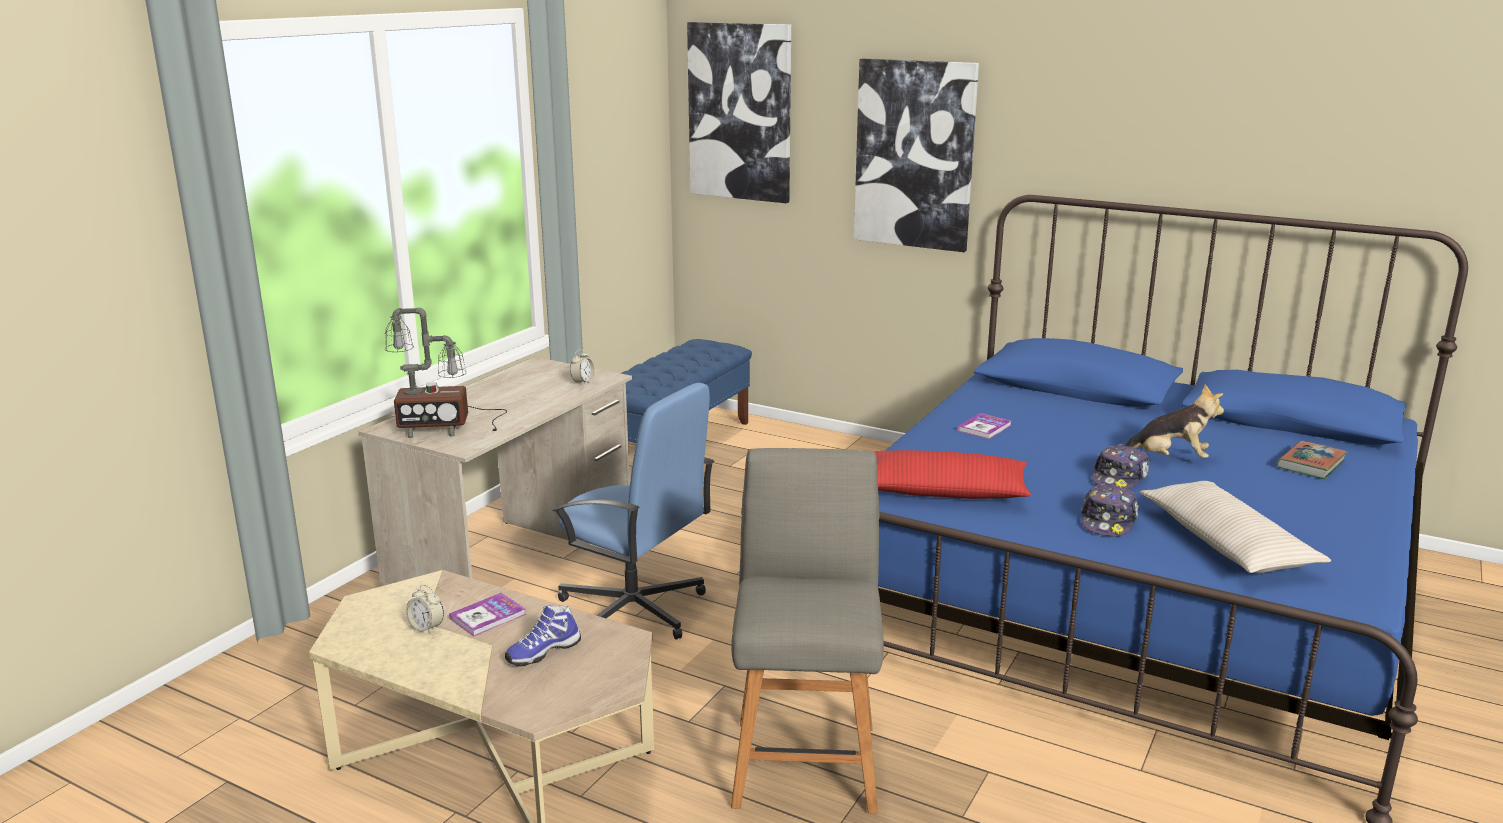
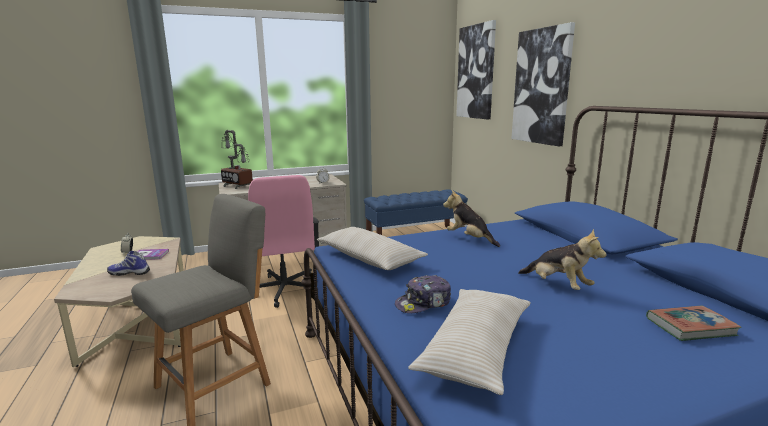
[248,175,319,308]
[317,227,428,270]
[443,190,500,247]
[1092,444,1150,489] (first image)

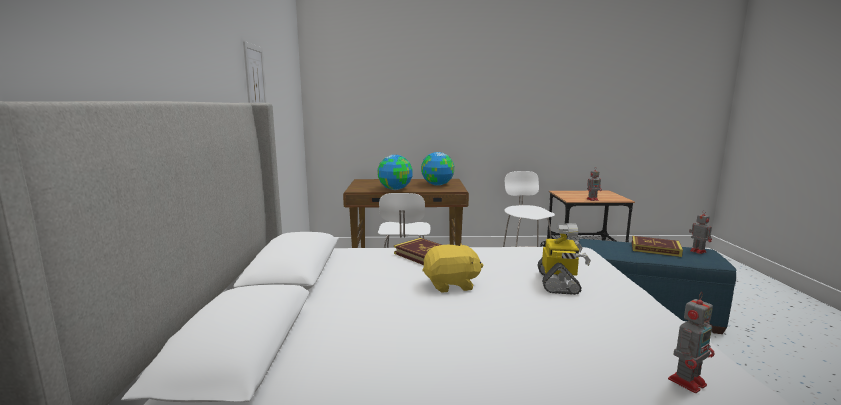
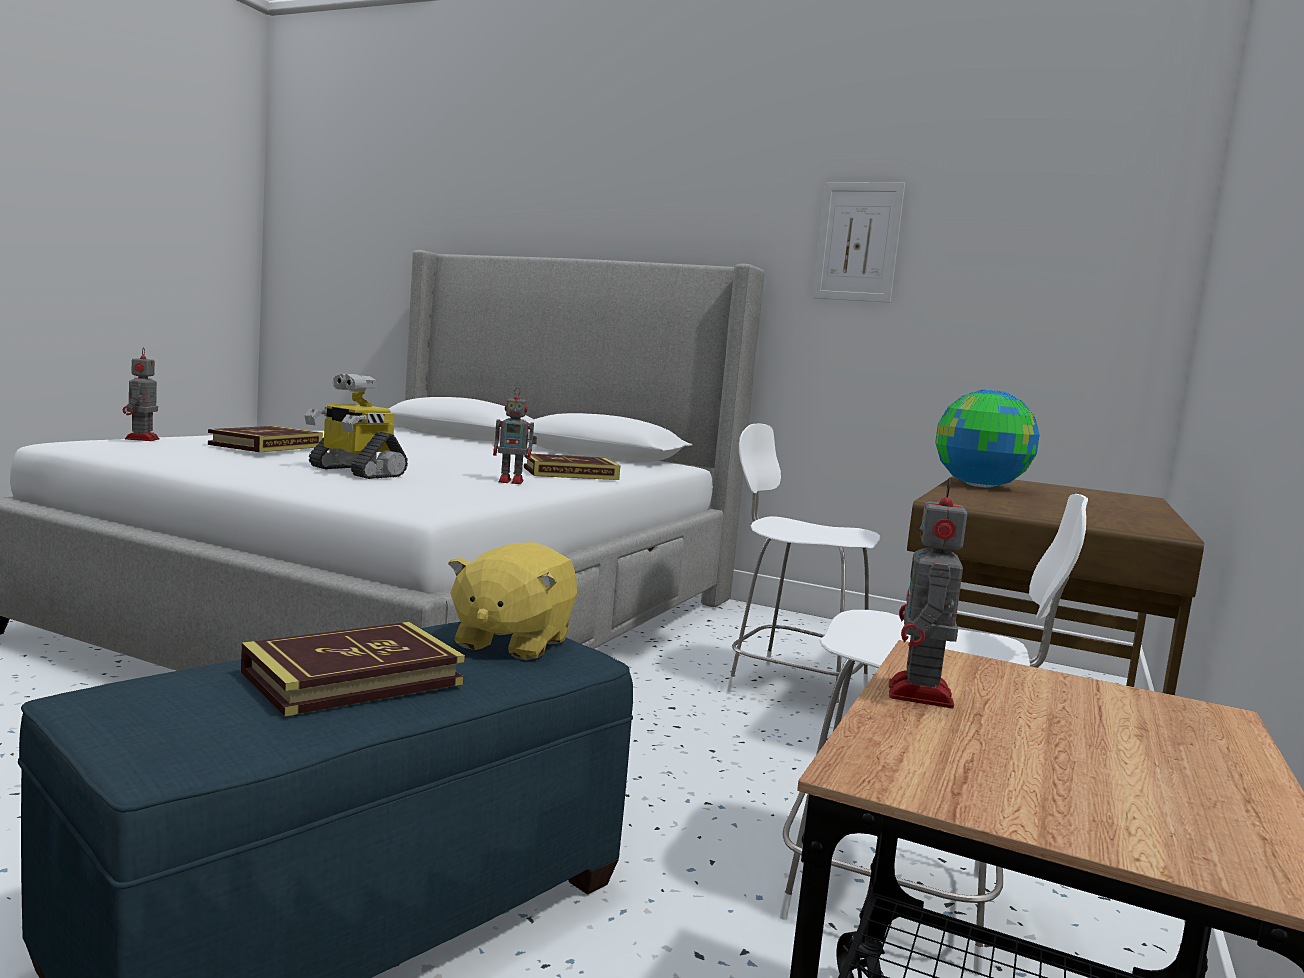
[208,426,323,452]
[448,542,577,660]
[493,387,537,484]
[421,152,454,186] (first image)

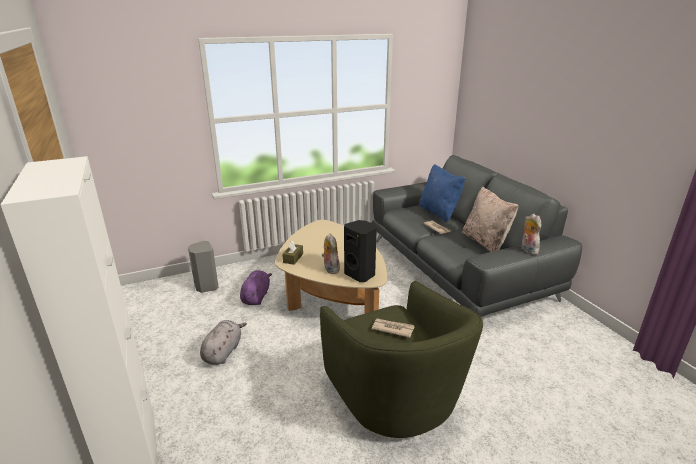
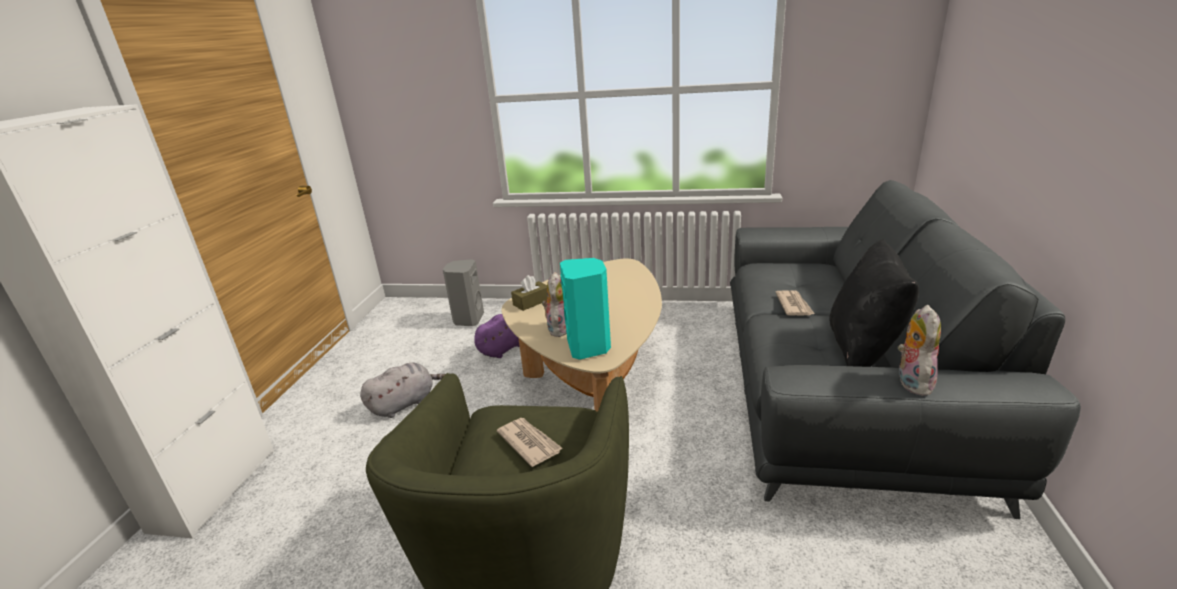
[560,258,611,360]
[829,239,919,367]
[419,164,465,223] (first image)

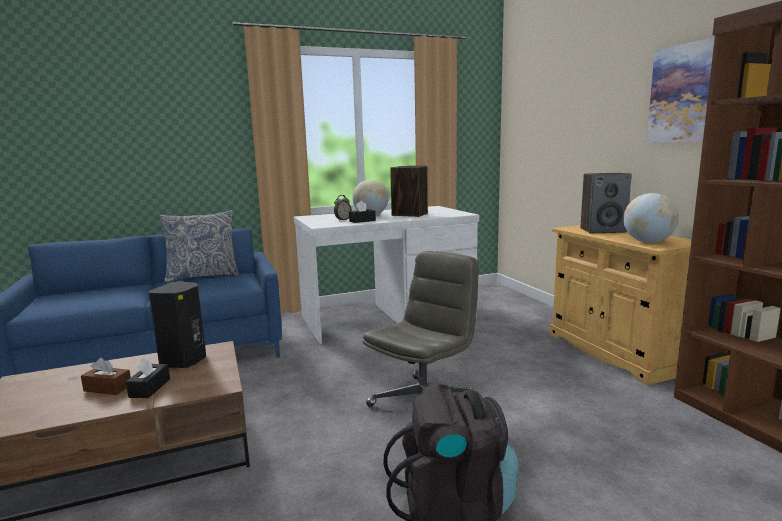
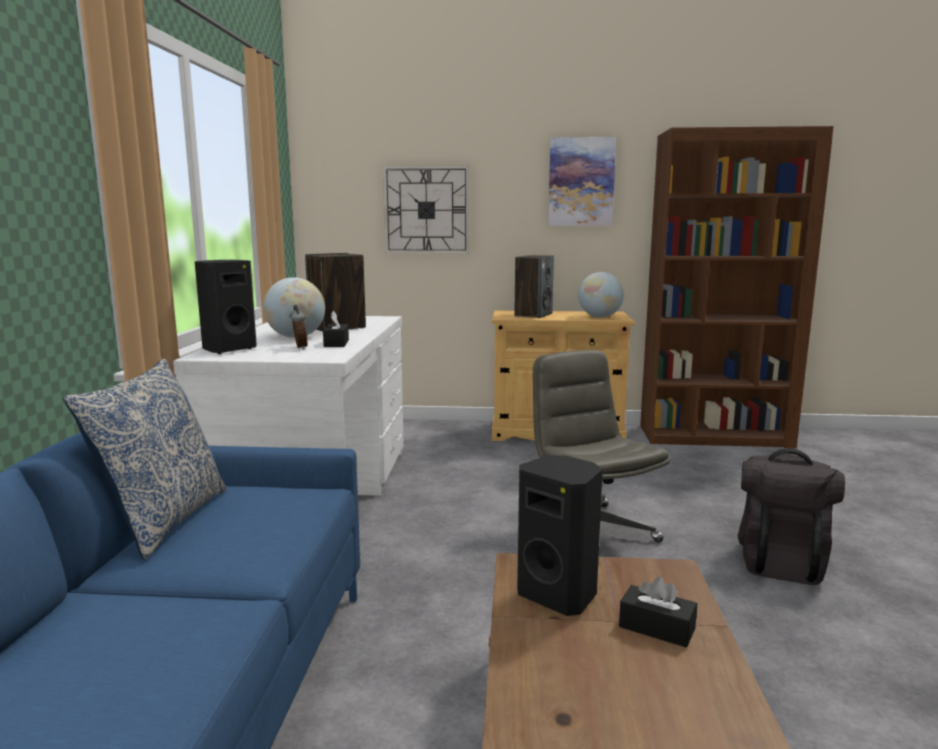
[195,260,257,354]
[383,165,469,254]
[81,358,131,395] (first image)

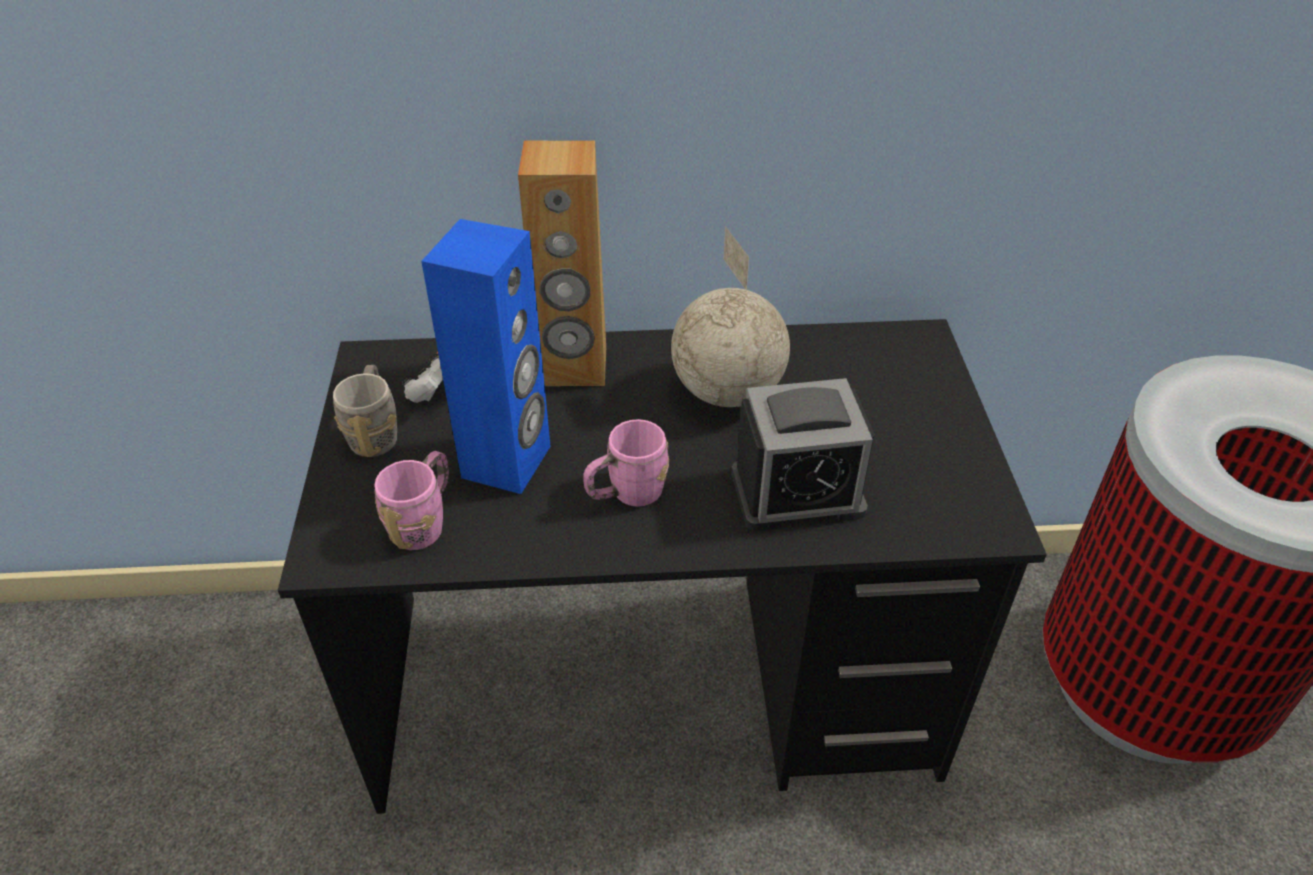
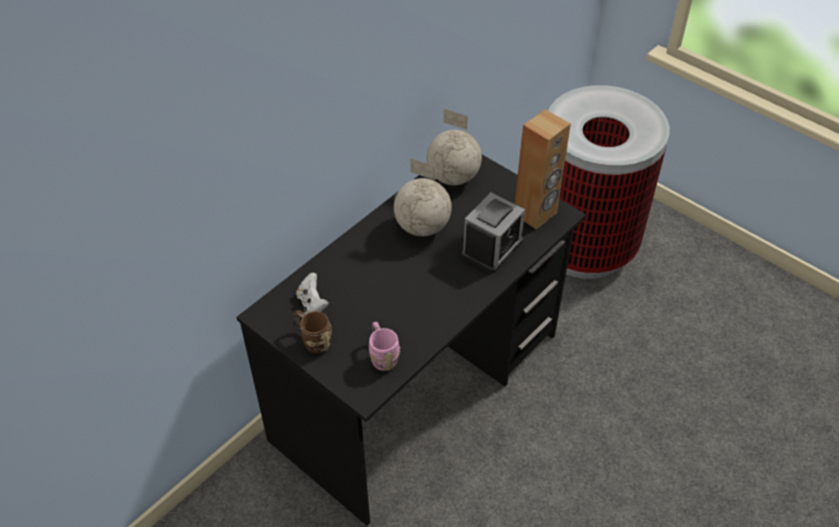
[294,310,332,353]
[427,109,482,185]
[515,109,571,229]
[421,219,551,494] (first image)
[583,419,669,507] (first image)

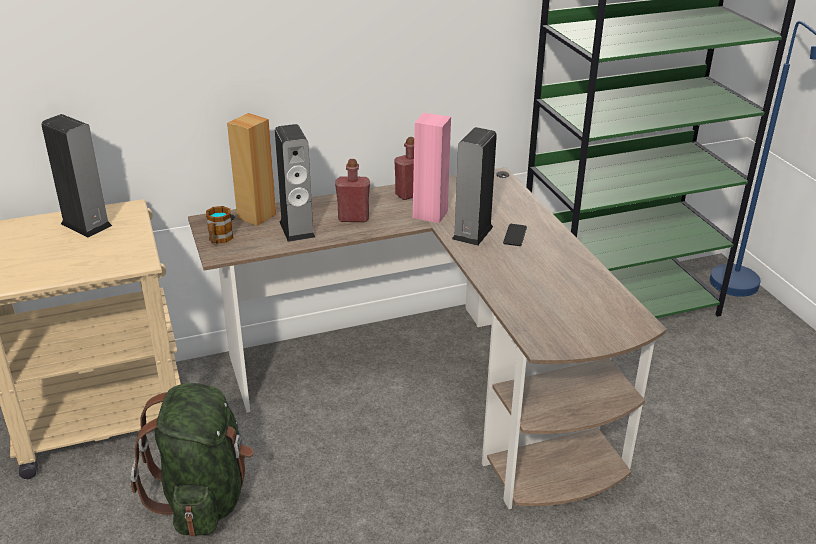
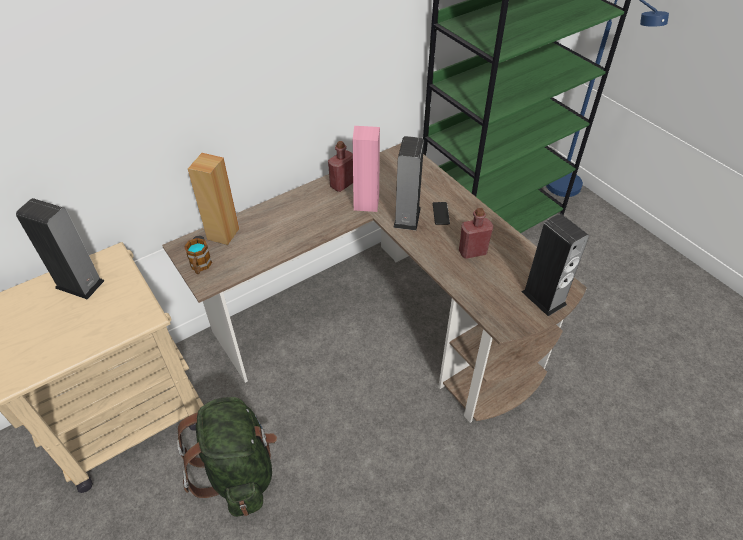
[459,208,493,259]
[521,213,589,316]

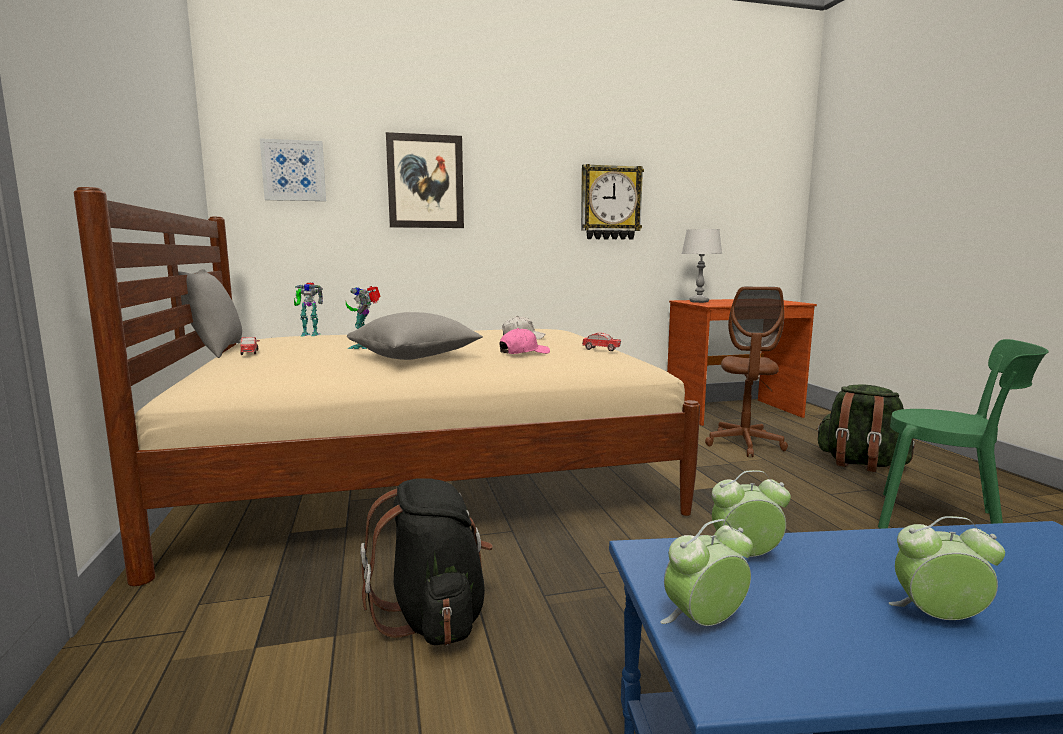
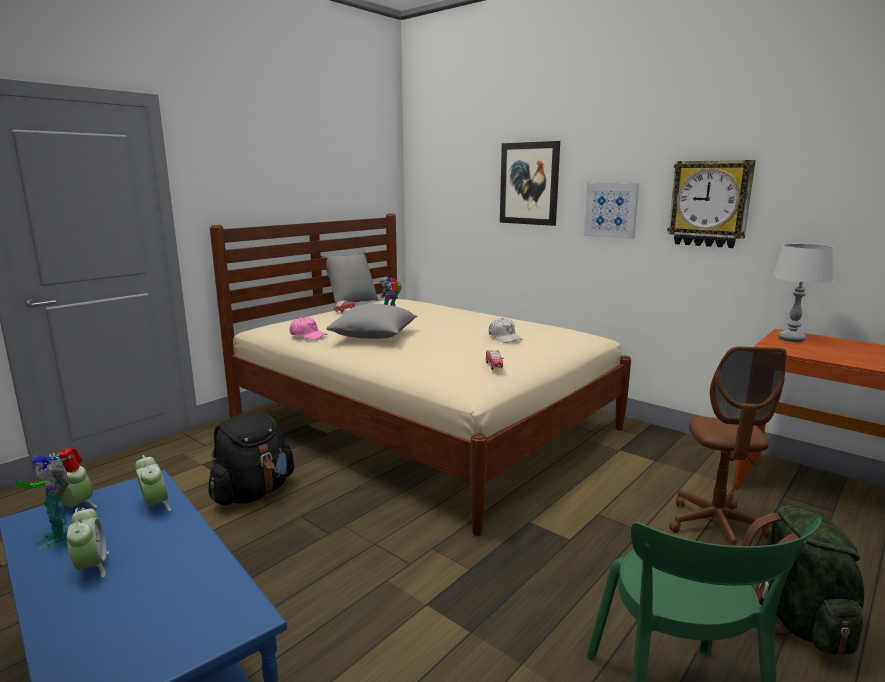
[15,448,82,550]
[290,317,327,340]
[584,183,639,239]
[669,347,787,546]

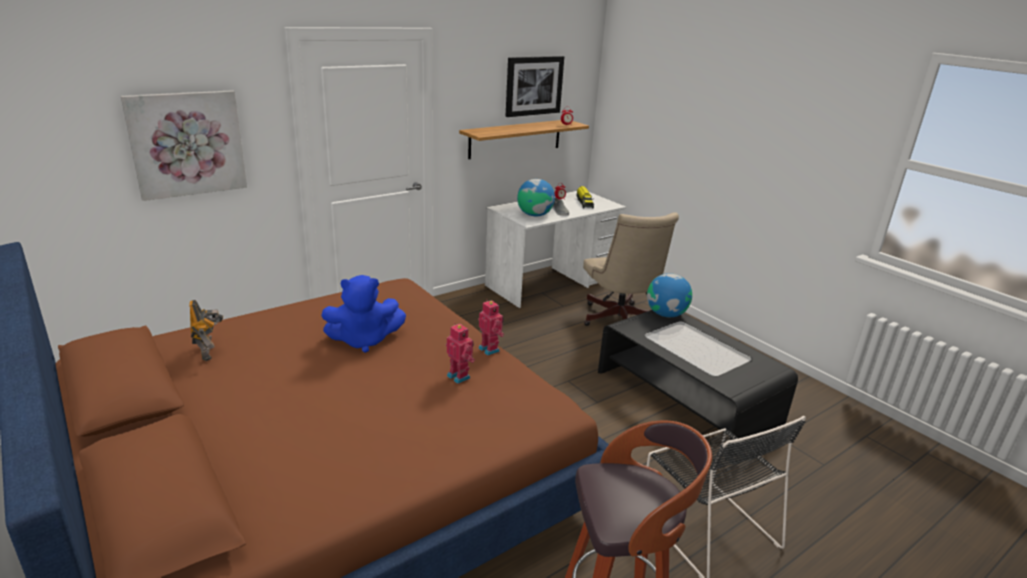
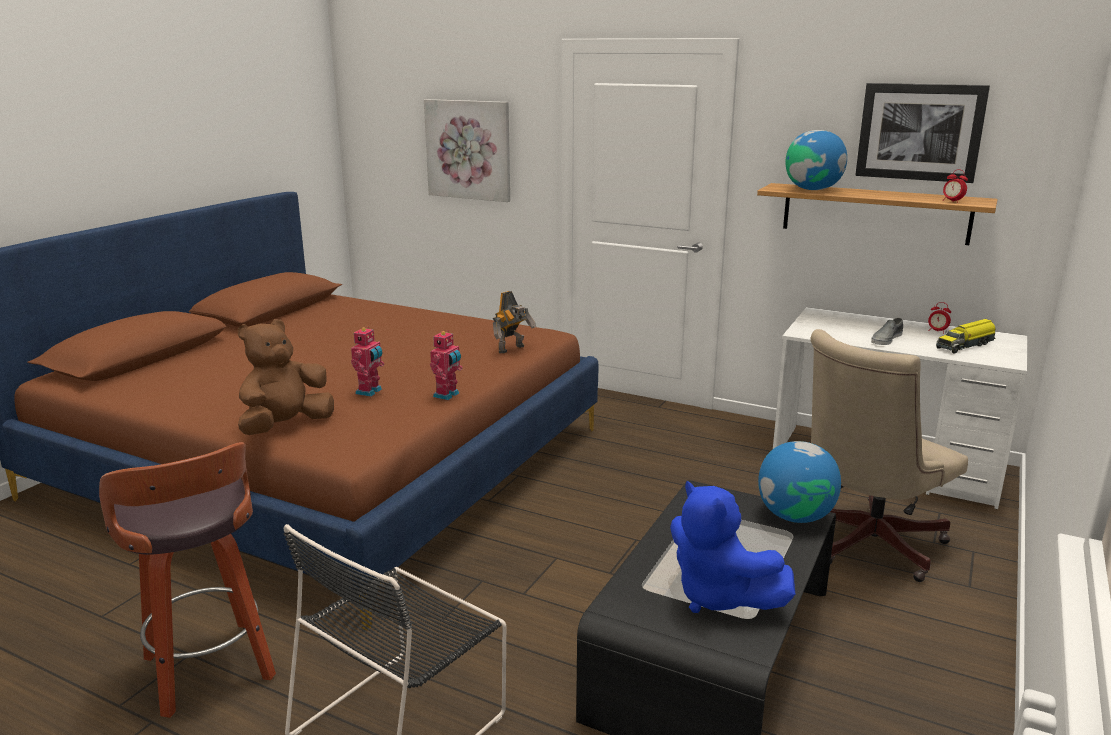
[238,319,334,435]
[493,291,536,353]
[670,481,795,613]
[785,130,847,190]

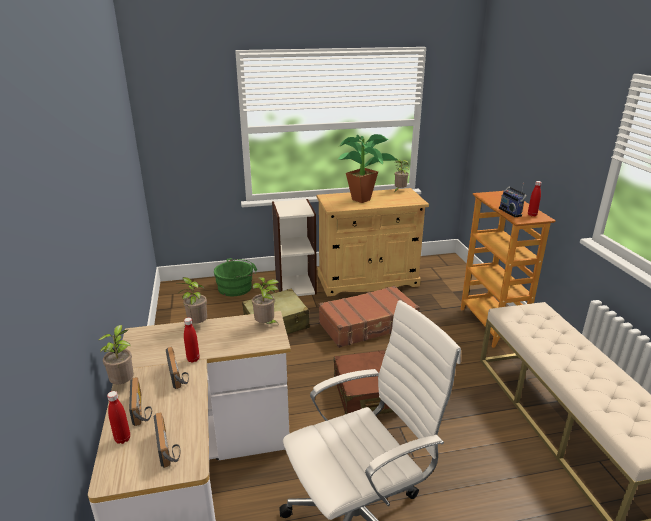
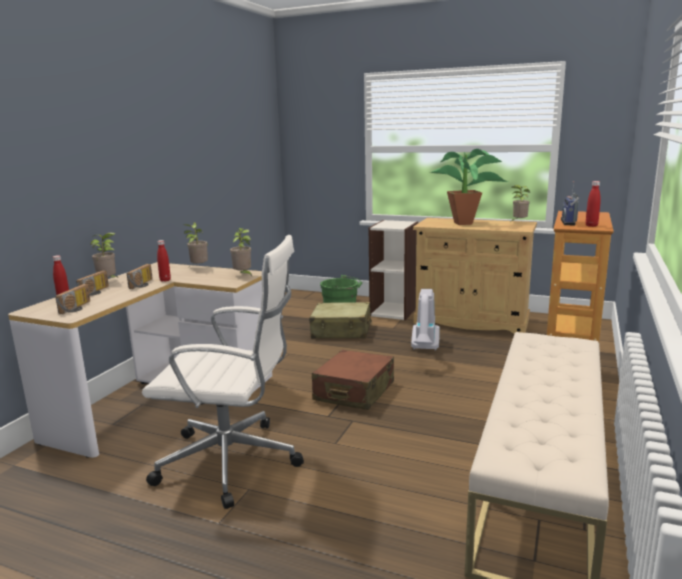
[411,289,440,350]

